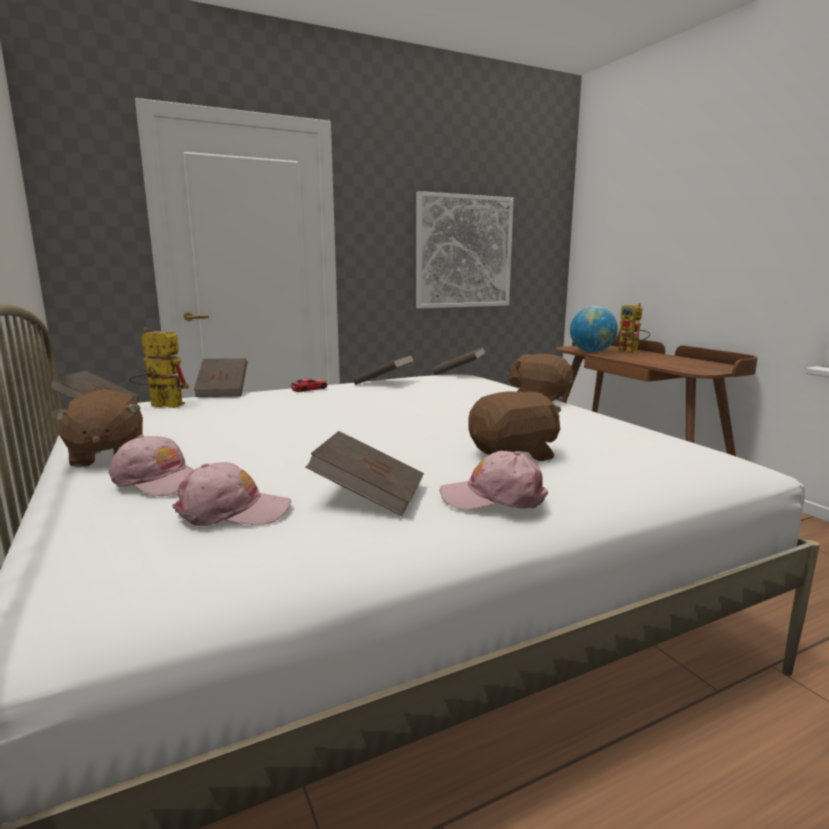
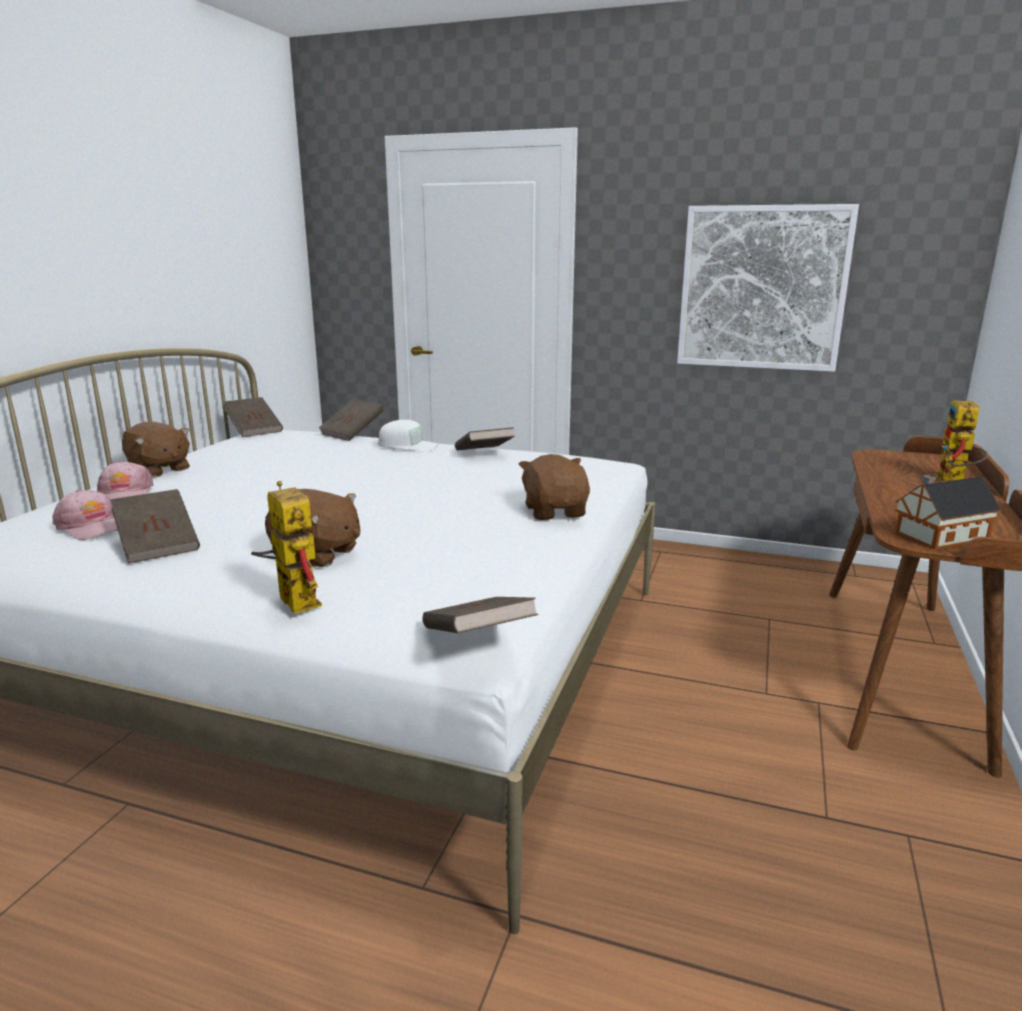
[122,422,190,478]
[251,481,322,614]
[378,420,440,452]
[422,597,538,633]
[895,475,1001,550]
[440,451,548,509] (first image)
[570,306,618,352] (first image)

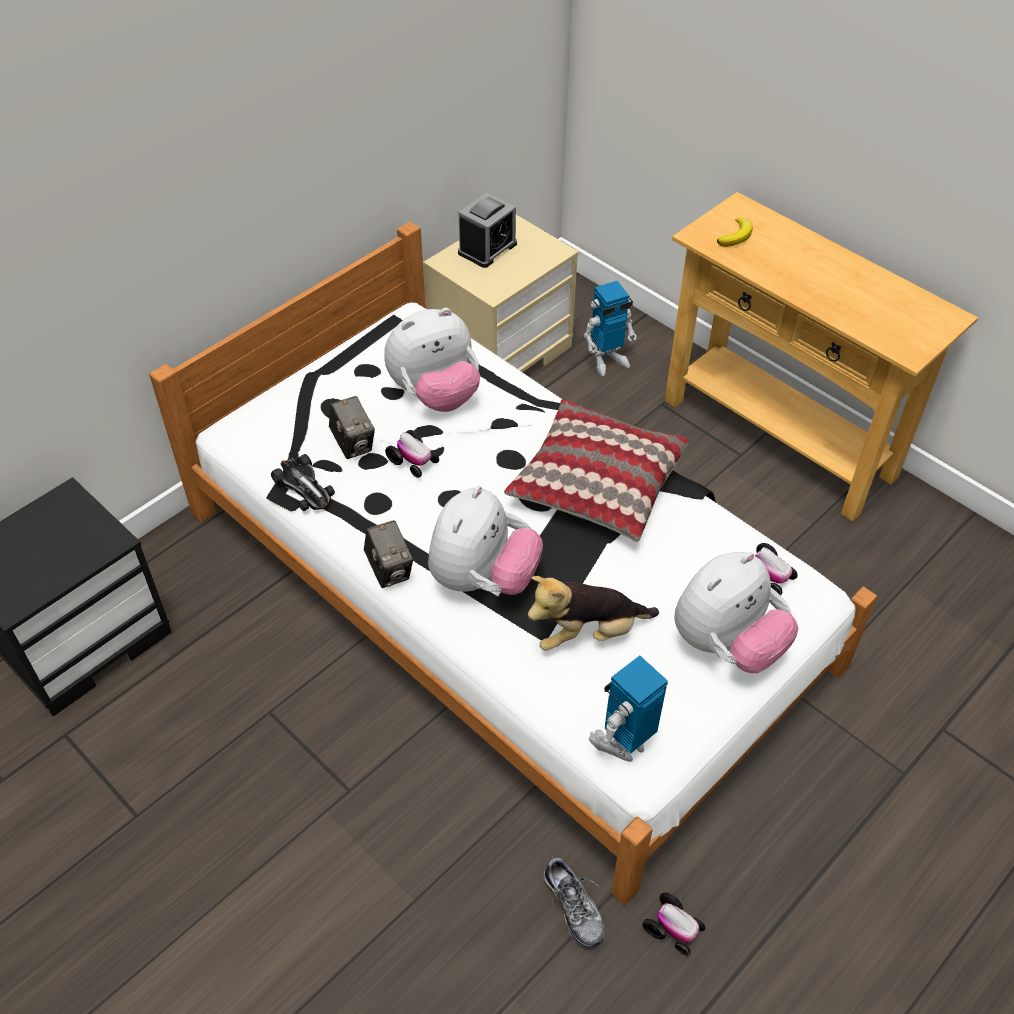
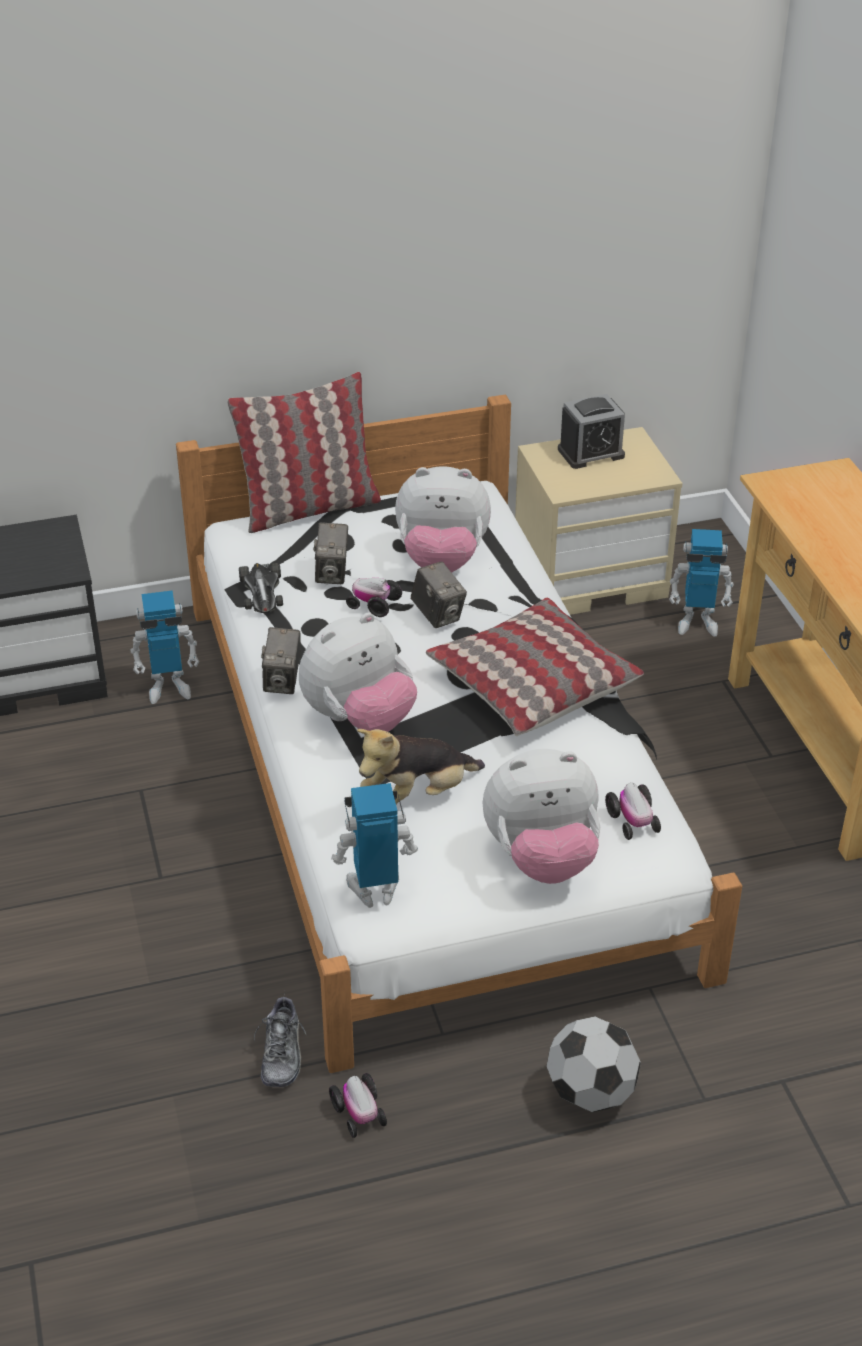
[131,591,199,704]
[227,372,381,533]
[346,578,402,617]
[357,729,485,804]
[411,561,467,628]
[547,1016,641,1112]
[717,218,753,247] (first image)

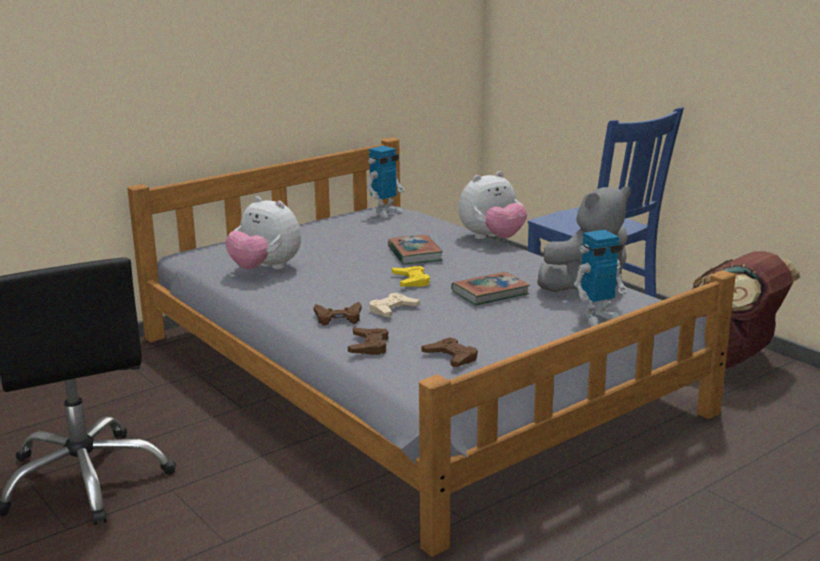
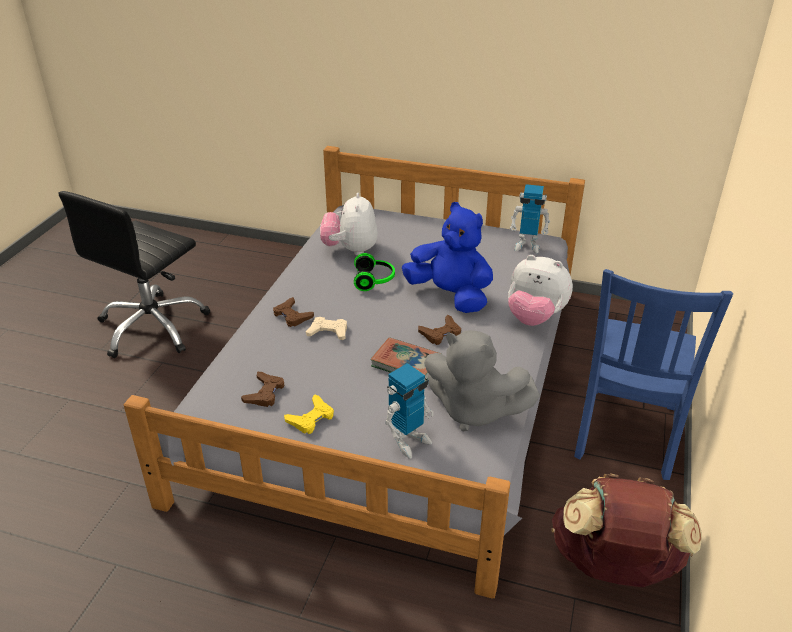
[284,394,334,434]
[354,253,395,291]
[385,363,434,458]
[402,202,493,313]
[418,315,461,345]

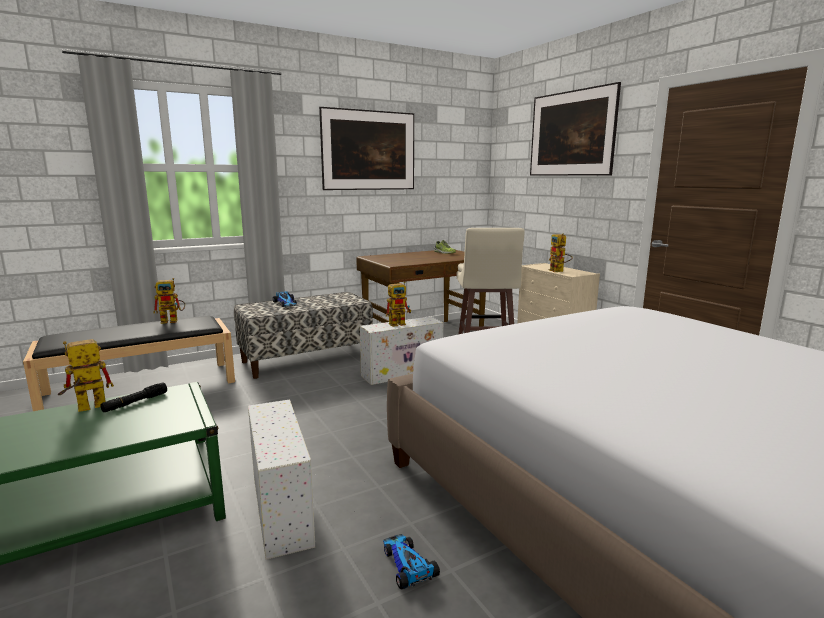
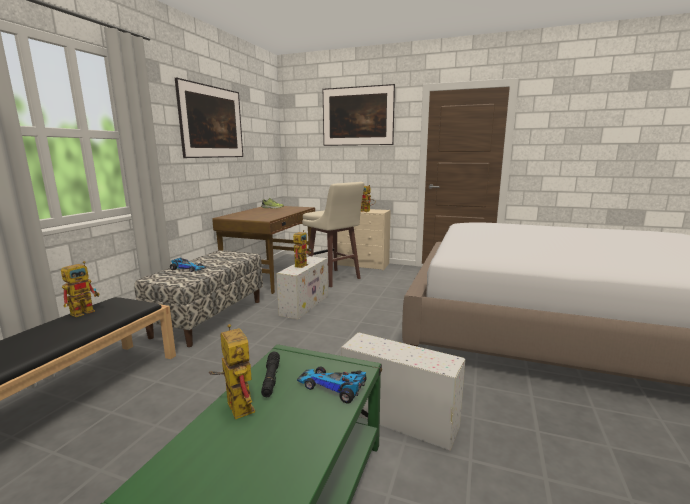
[209,324,255,419]
[297,366,367,404]

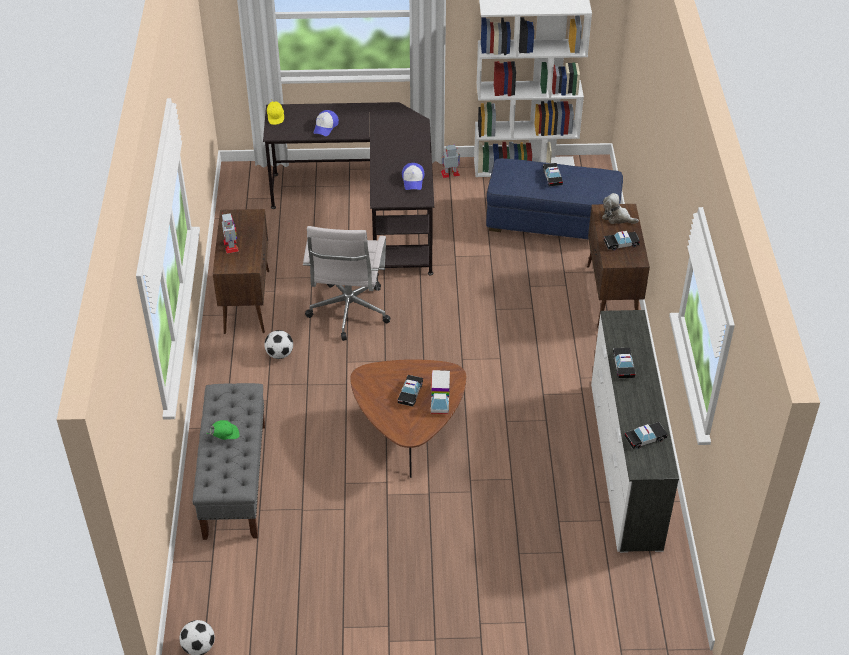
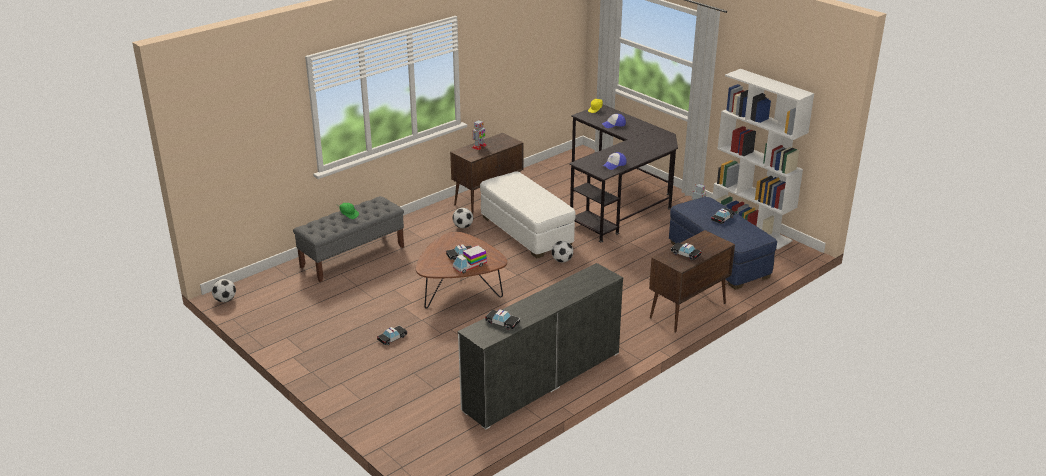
[377,325,407,345]
[480,171,576,258]
[551,241,573,263]
[602,193,639,224] (first image)

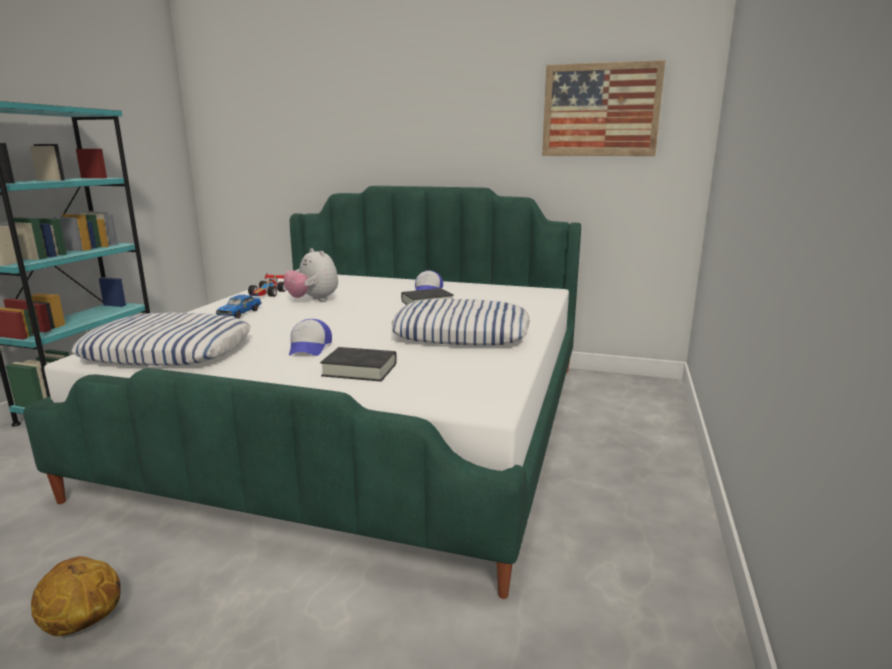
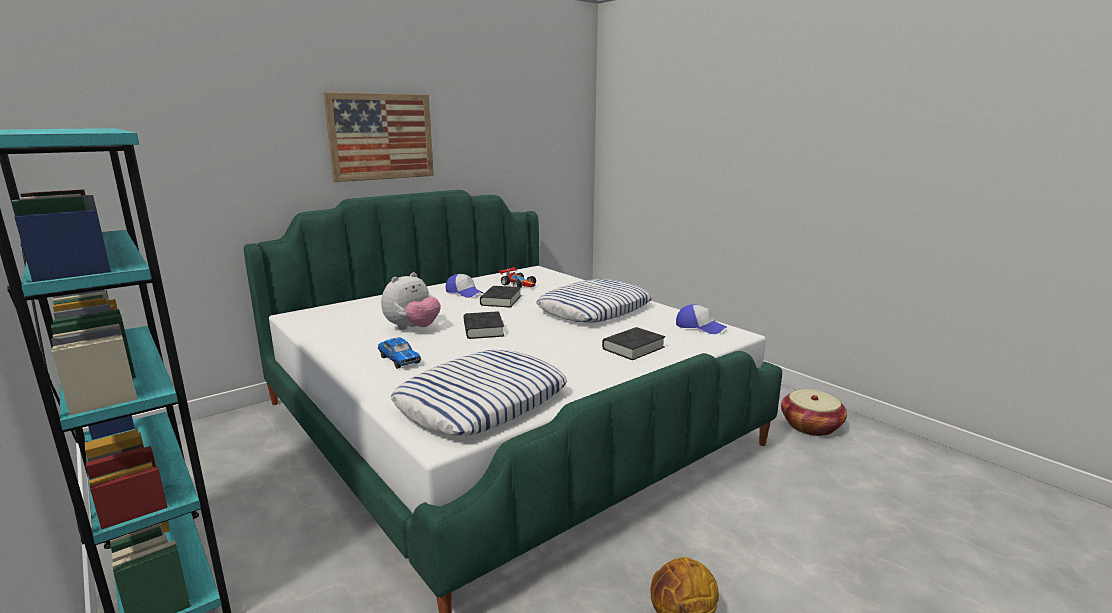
[323,92,434,182]
[381,272,441,330]
[464,311,504,339]
[499,266,536,287]
[676,304,727,334]
[781,389,847,436]

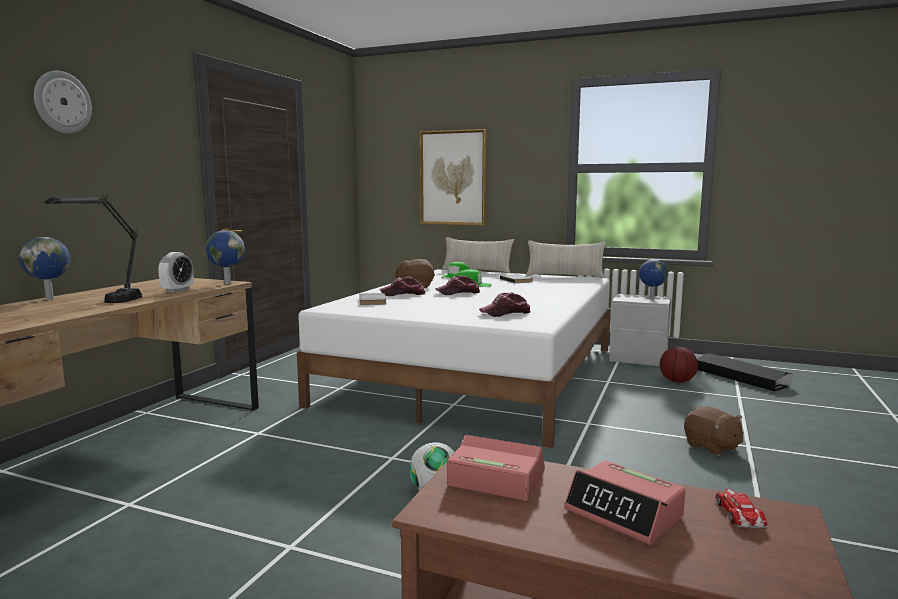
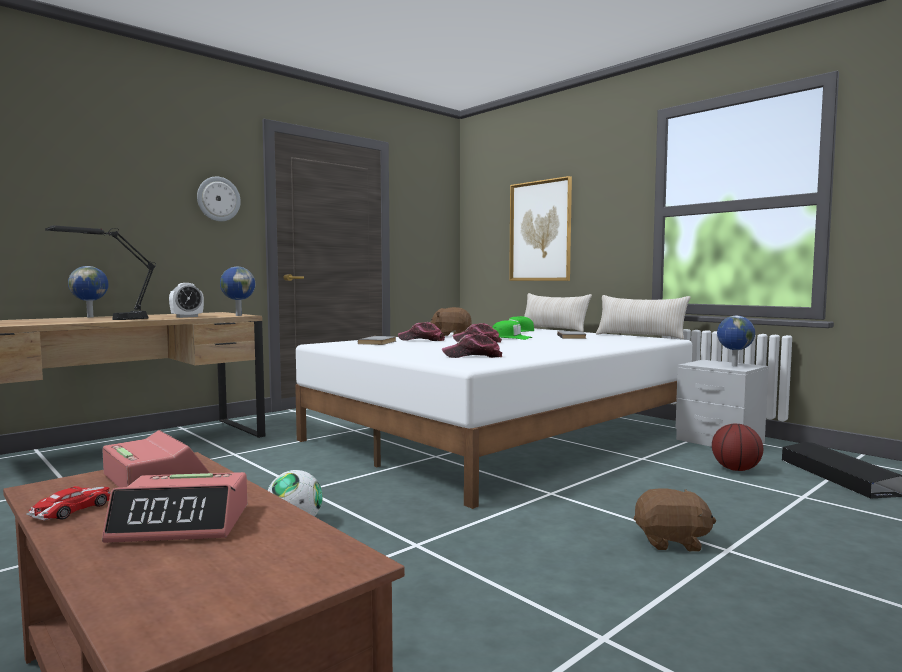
[26,486,110,521]
[102,472,247,543]
[197,177,241,221]
[634,489,716,551]

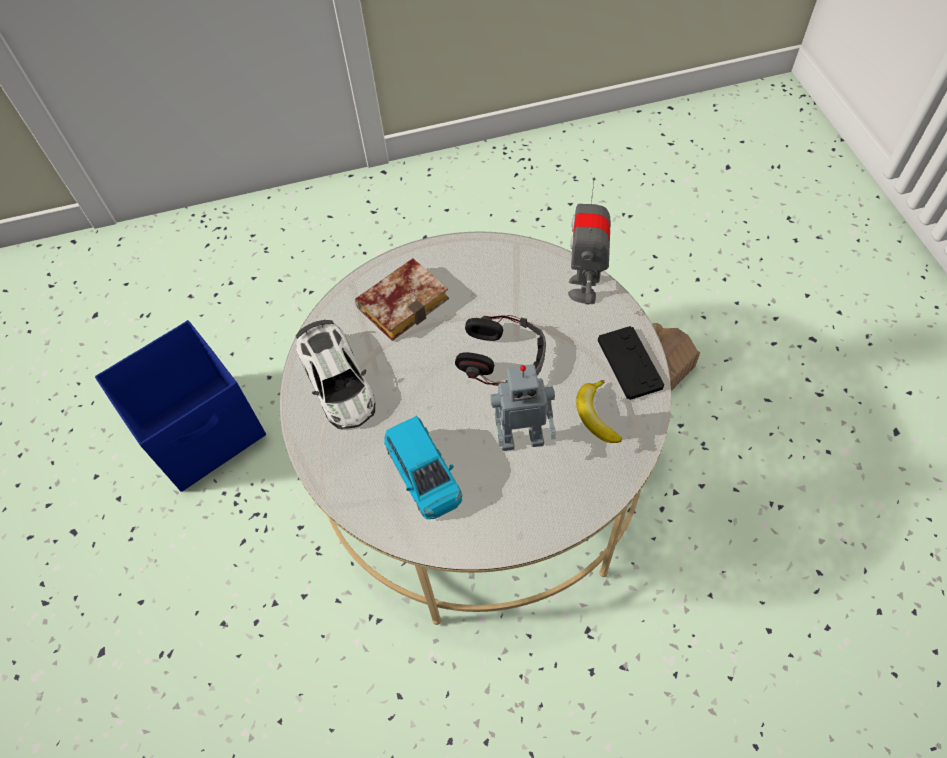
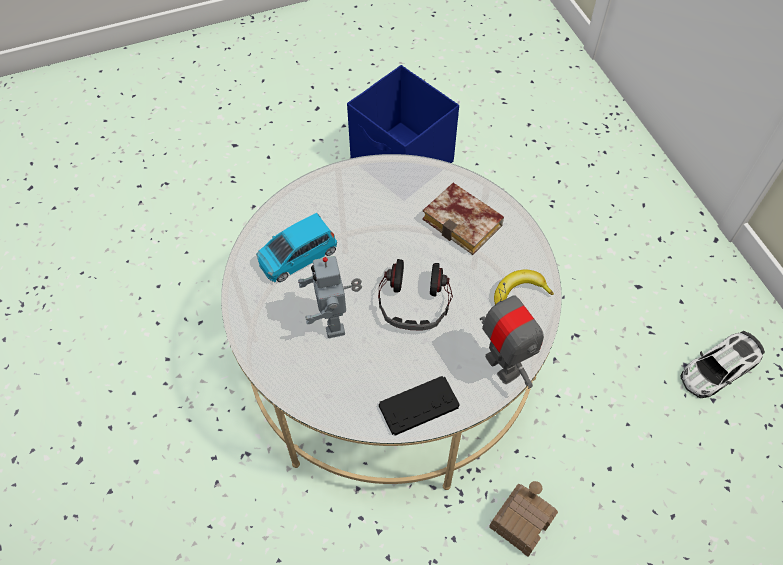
[480,282,544,389]
[494,270,554,305]
[681,331,765,398]

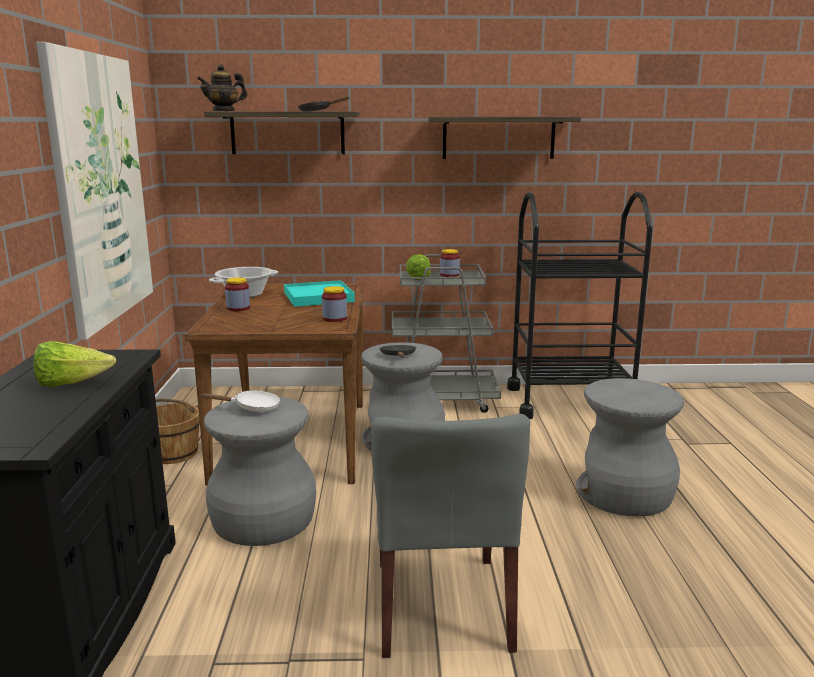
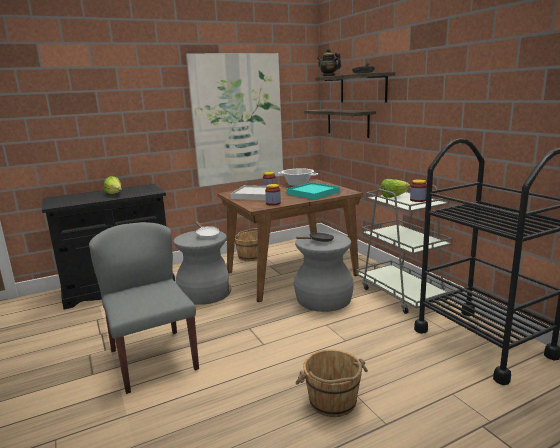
[89,222,199,394]
[230,185,267,200]
[296,349,368,417]
[304,109,376,138]

